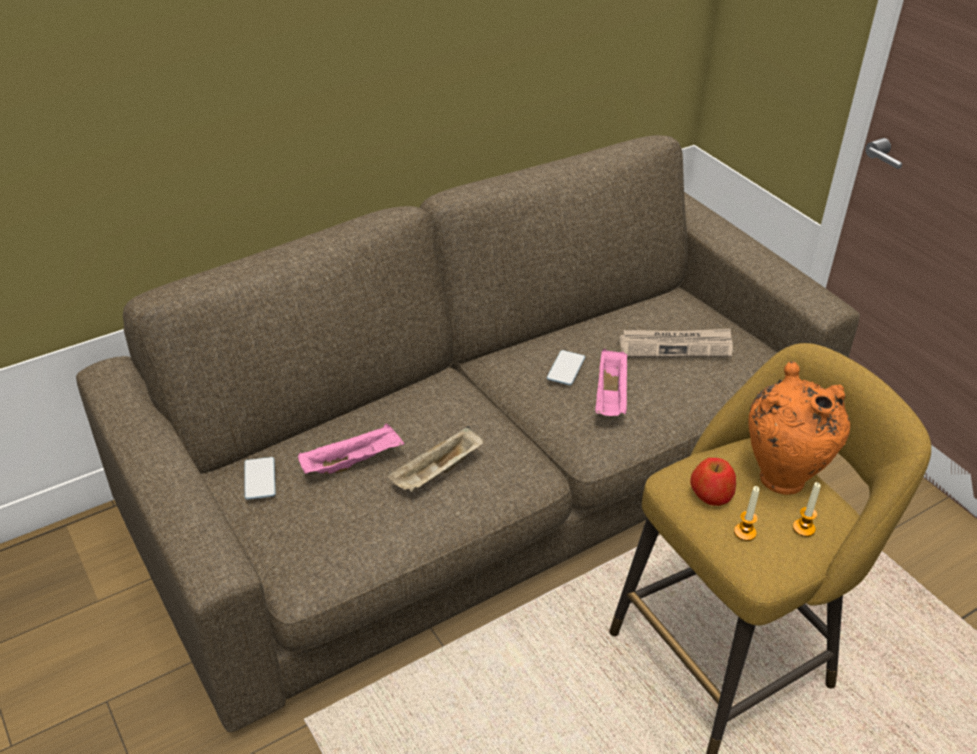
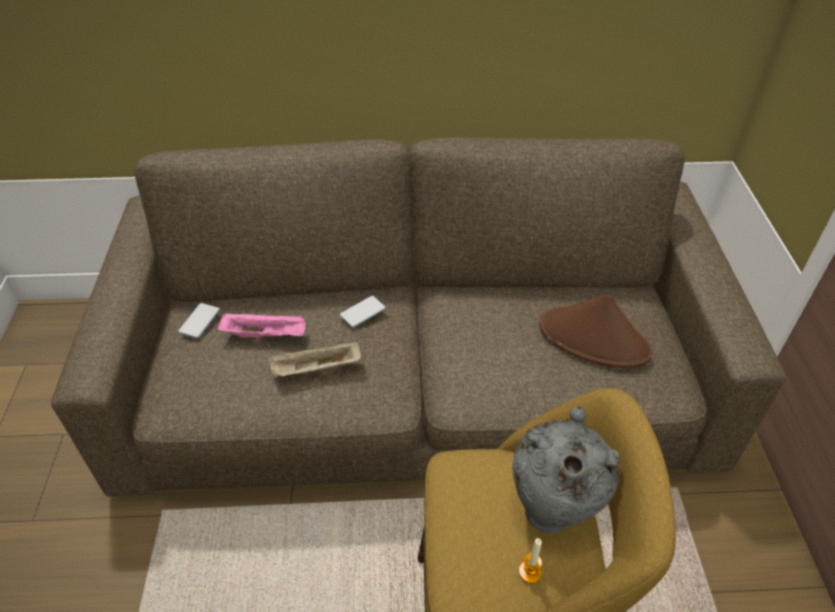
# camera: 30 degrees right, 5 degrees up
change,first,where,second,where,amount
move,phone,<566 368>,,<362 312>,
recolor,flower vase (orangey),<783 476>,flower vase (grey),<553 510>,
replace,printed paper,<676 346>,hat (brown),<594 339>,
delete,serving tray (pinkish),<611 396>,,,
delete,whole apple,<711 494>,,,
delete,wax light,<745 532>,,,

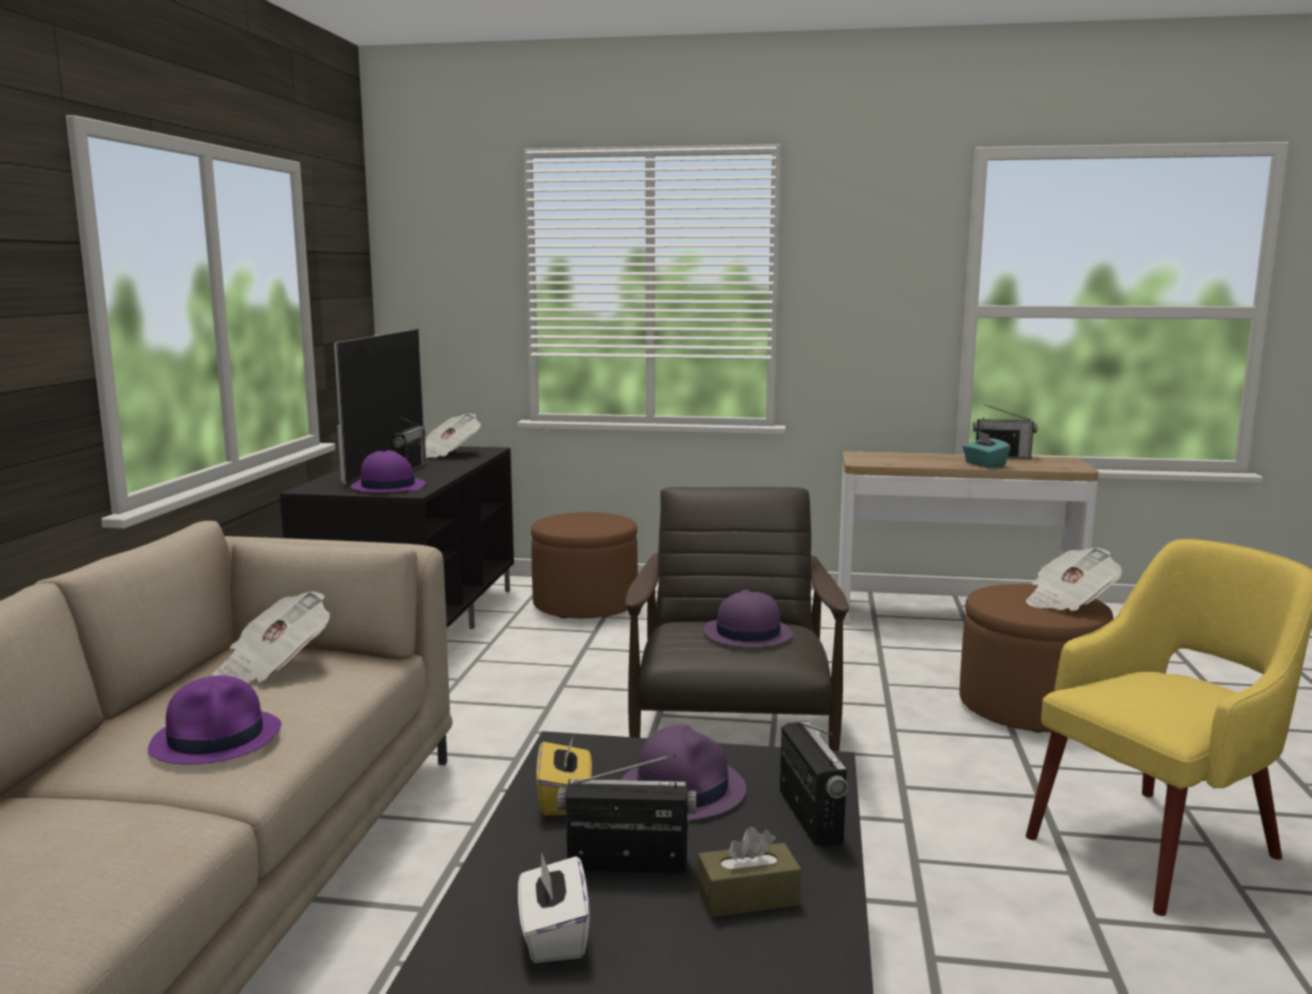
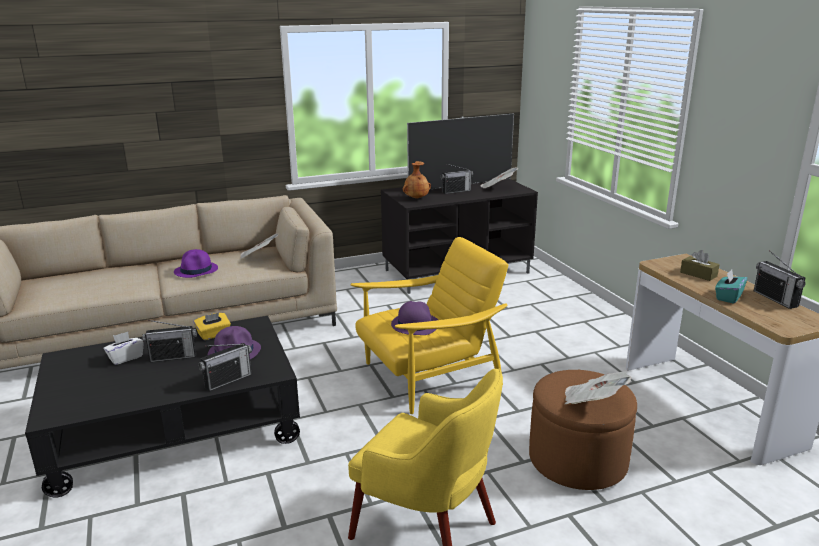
# camera: 60 degrees right, 10 degrees up
change,first,where,second,where,amount
rotate,radio,<627 865>,,<173 357>,105 degrees clockwise
recolor,easy chair (brown),<732 733>,easy chair (yellow-coloured),<429 376>,
replace,hat (purple-coloured),<387 487>,flower vase (brown),<416 198>,
move,box of tissues (brown),<748 897>,,<698 274>,
delete,pouffe (brown),<585 605>,,,

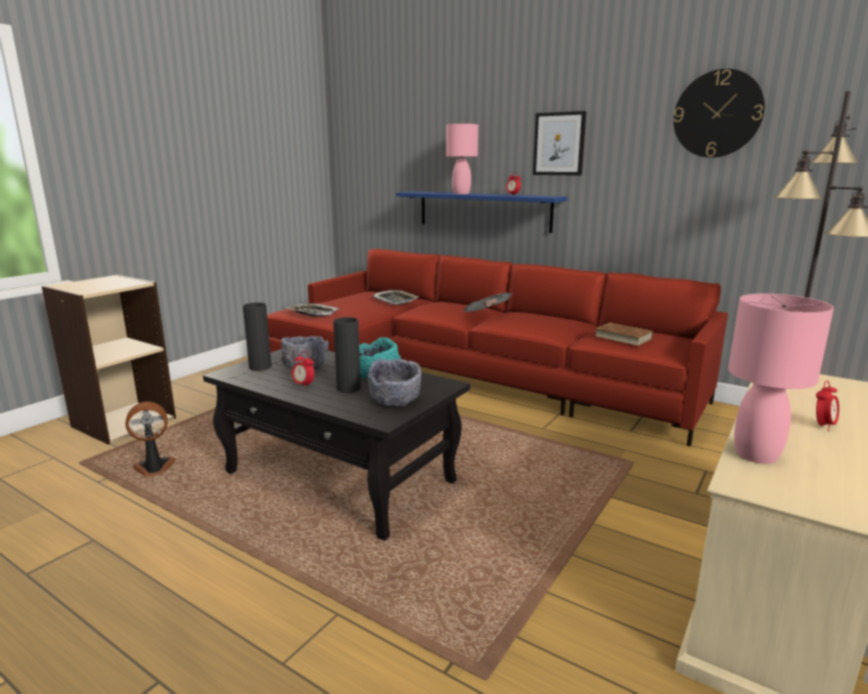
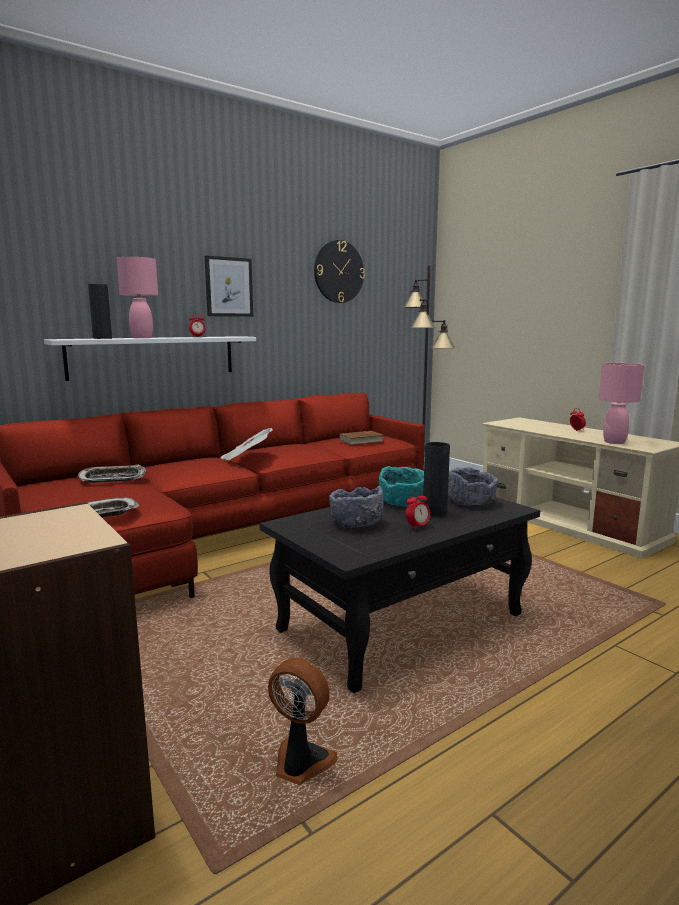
# camera: 70 degrees left, 5 degrees down
change,first,where,second,where,amount
recolor,shelf (bluish),<483 211>,shelf (white-coloured),<153 357>,
move,flower vase (blackish),<260 367>,,<102 338>,
rotate,electric fan,<154 468>,,<301 763>,120 degrees clockwise

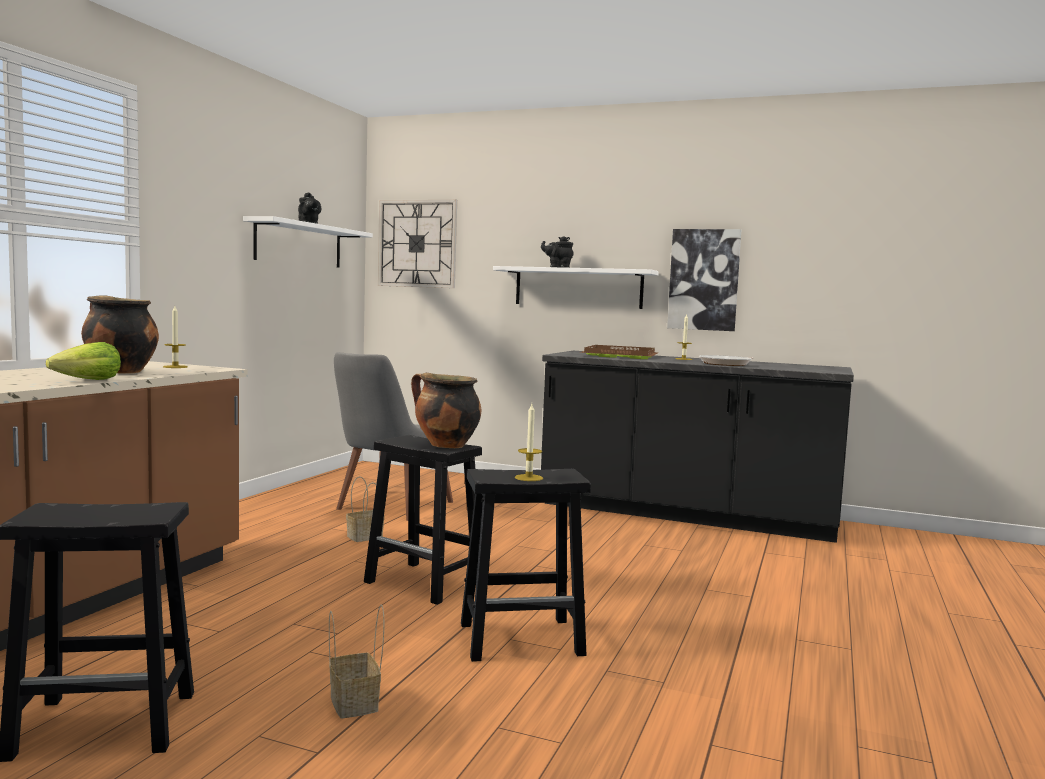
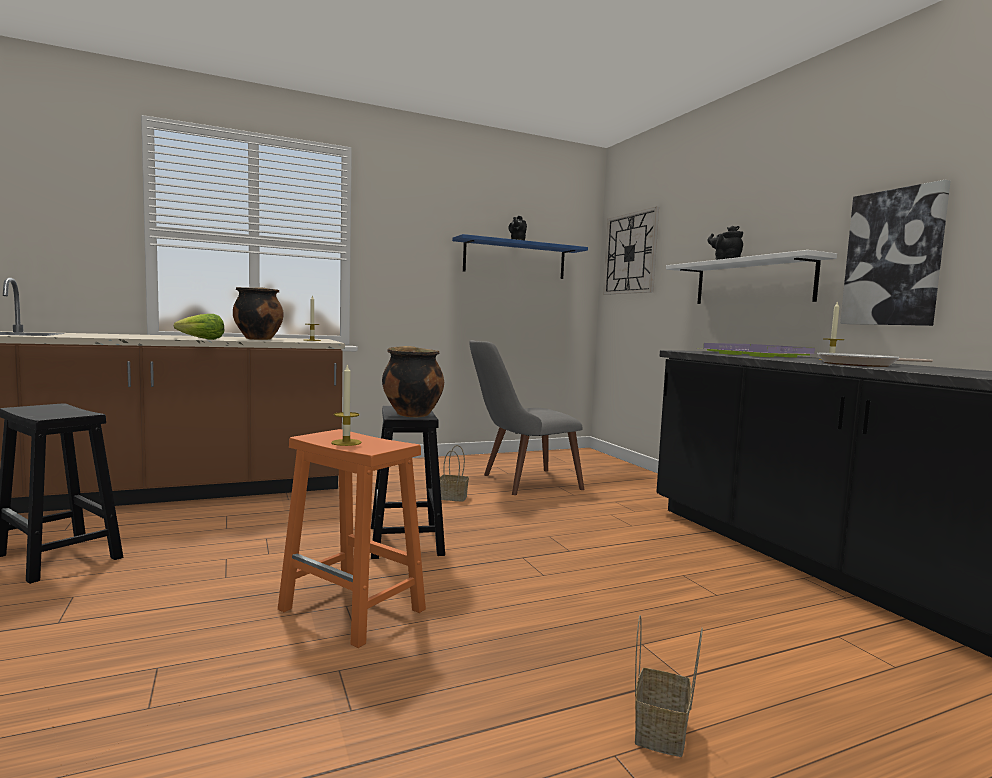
# camera: 45 degrees right, 0 degrees up
change,first,where,second,where,amount
recolor,sitting stool (blackish),<523 639>,sitting stool (orangey),<354 610>,
recolor,shelf (white-coloured),<299 244>,shelf (bluish),<515 259>,
move,storage basket,<355 704>,,<661 733>,
recolor,serving tray (brown),<618 355>,serving tray (purple-coloured),<756 354>,

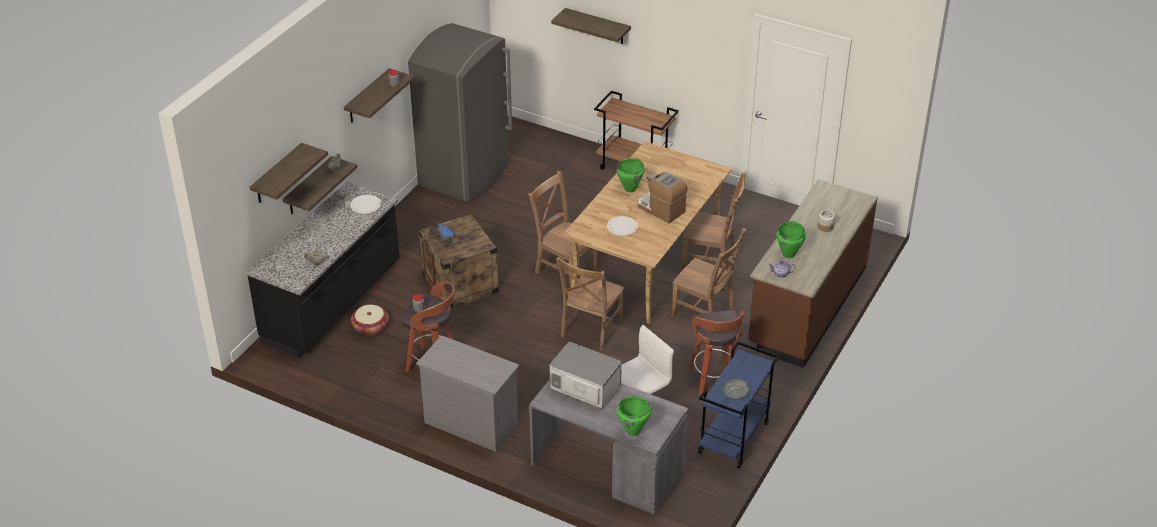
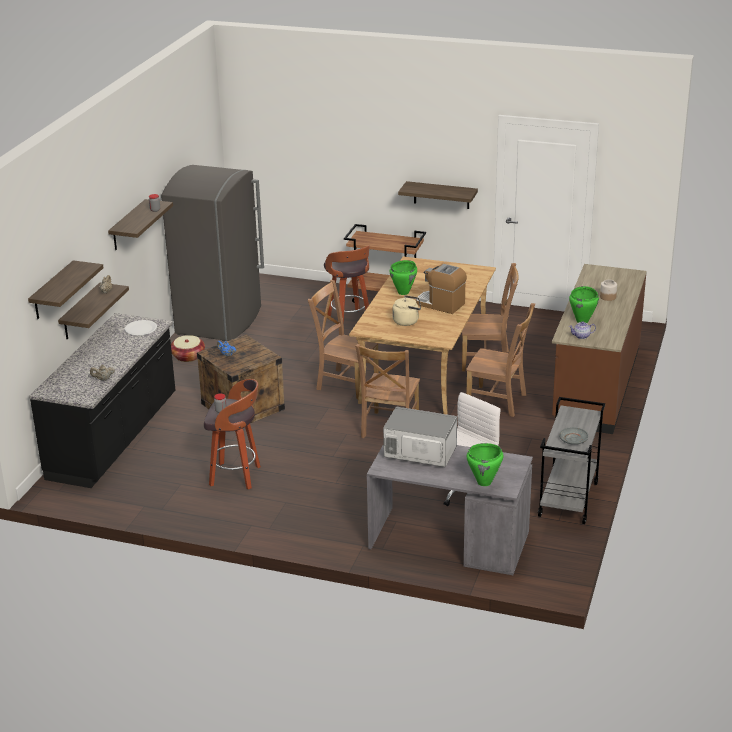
# camera: 10 degrees left, 10 degrees down
change,first,where,second,where,amount
move,storage basket,<370 327>,,<188 356>,
move,sitting stool,<714 380>,,<350 321>,
replace,dinner plate (white-coloured),<622 227>,kettle (beige),<407 321>,
move,shelf,<597 26>,,<441 195>,
recolor,cart (bluish),<734 439>,cart (grey),<568 500>,
delete,drawer chest (grey),<470 423>,,,

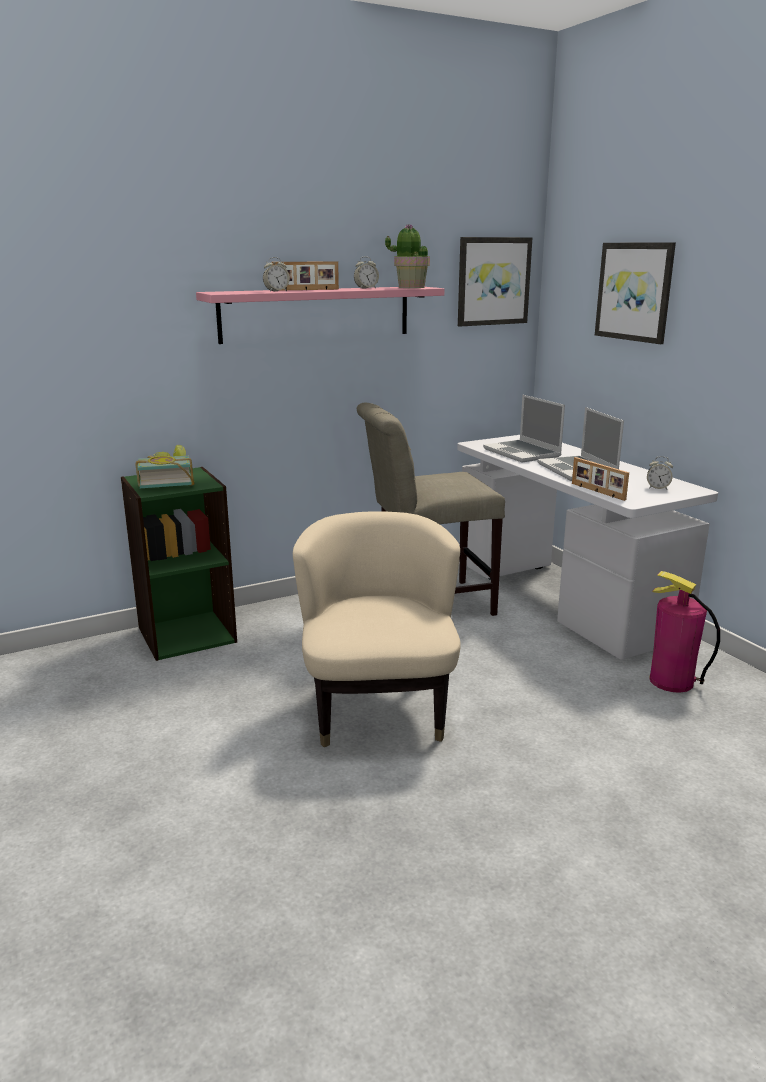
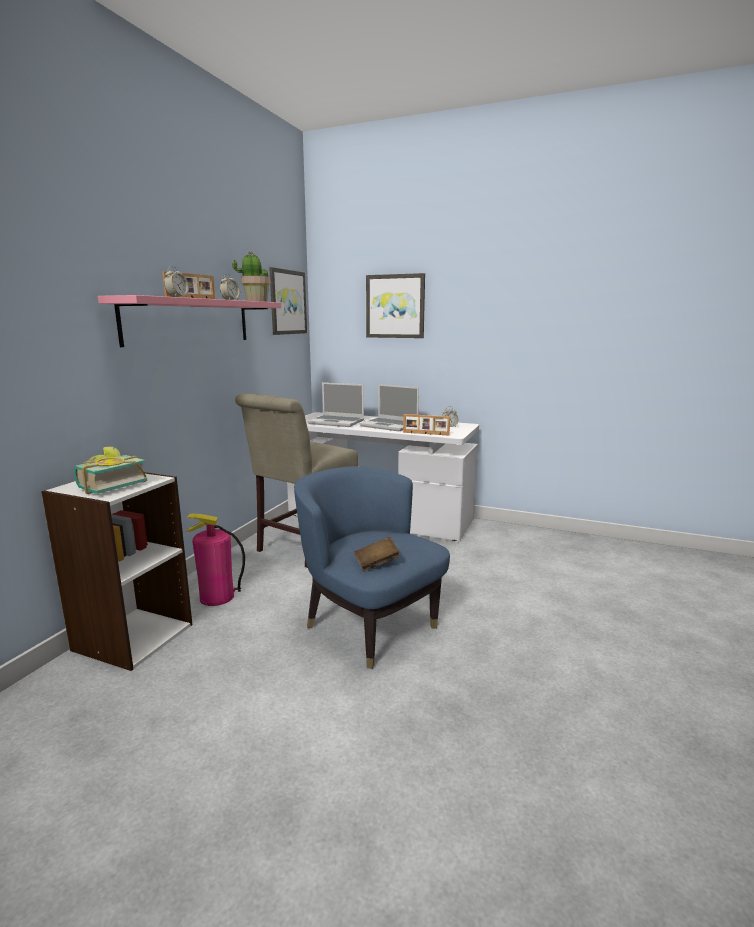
# camera: 40 degrees left, 5 degrees down
change,first,where,second,where,amount
recolor,bookshelf (greenish),<187 634>,bookshelf (white-coloured),<132 637>,
move,fire extinguisher,<671 681>,,<217 597>,
recolor,easy chair (beige),<378 708>,easy chair (bluish),<368 625>,
insert,,,volume (brown),<376 563>,

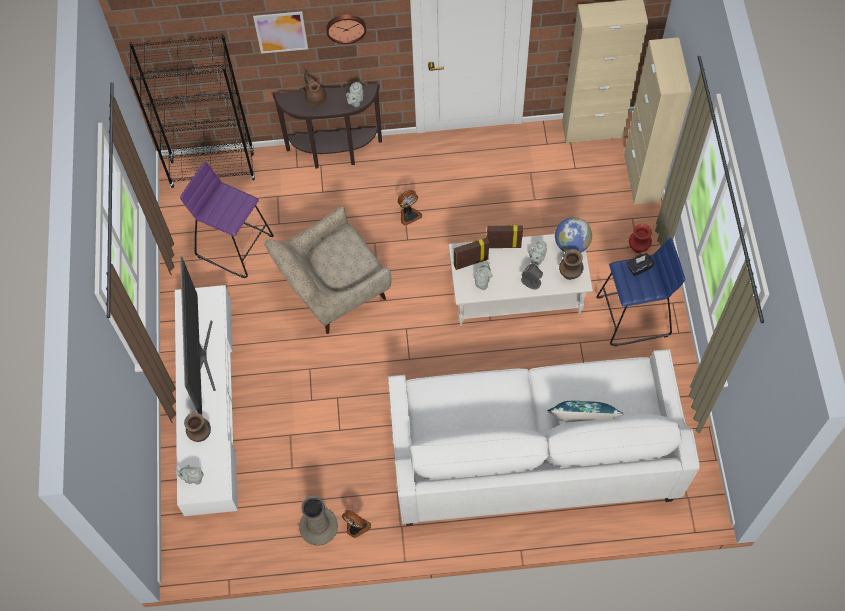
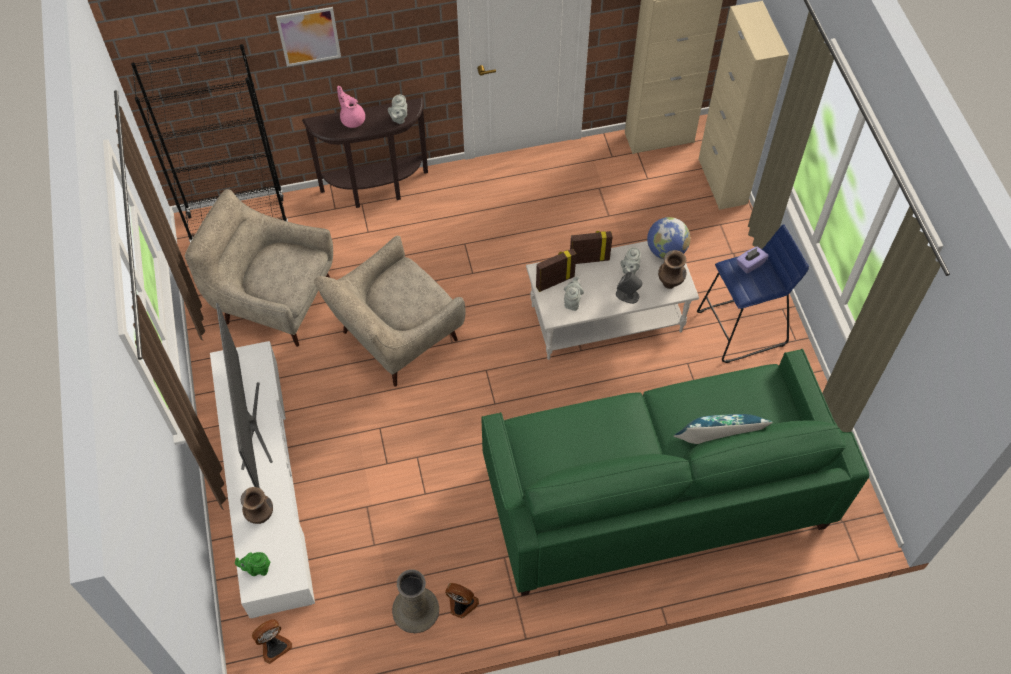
# camera: 10 degrees left, 5 degrees down
change,first,where,second,where,amount
replace,sitting stool (purple-coloured),<235 245>,easy chair (beige),<273 300>,
recolor,teapot (grey),<193 478>,teapot (greenish),<257 568>,
move,electric fan,<409 214>,,<274 645>,
recolor,teapot (brown),<315 98>,teapot (pinkish),<352 119>,
recolor,couch (white-coloured),<532 454>,couch (greenish),<656 494>,
recolor,box of tissues (blackish),<639 267>,box of tissues (purple-coloured),<750 264>,
delete,hanging clock,<346 27>,,,
delete,flower vase (red),<638 248>,,,

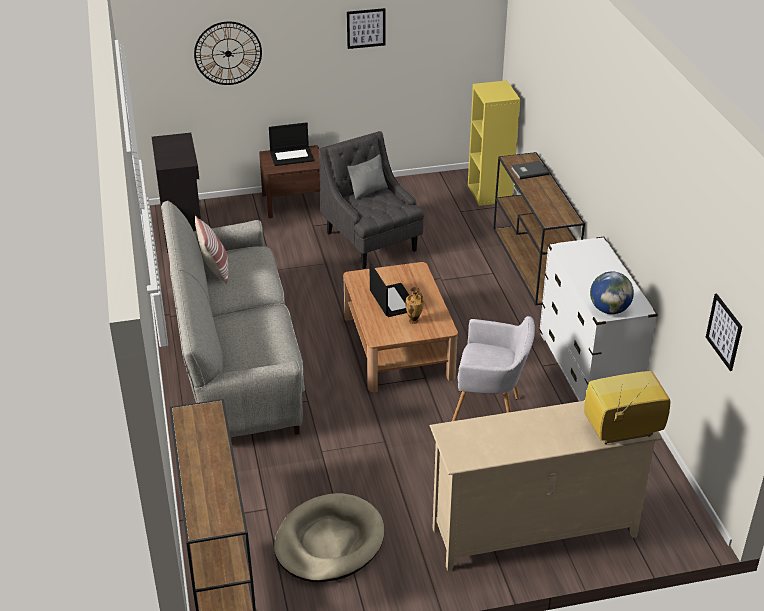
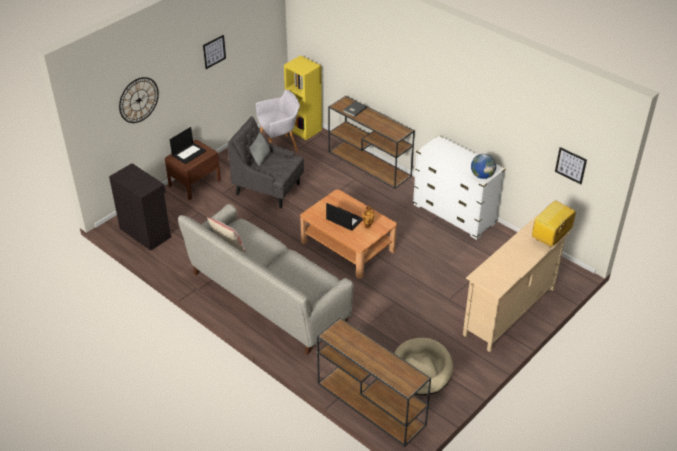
# camera: 35 degrees left, 5 degrees up
change,first,where,second,where,amount
move,easy chair (grey),<490 411>,,<279 146>,

